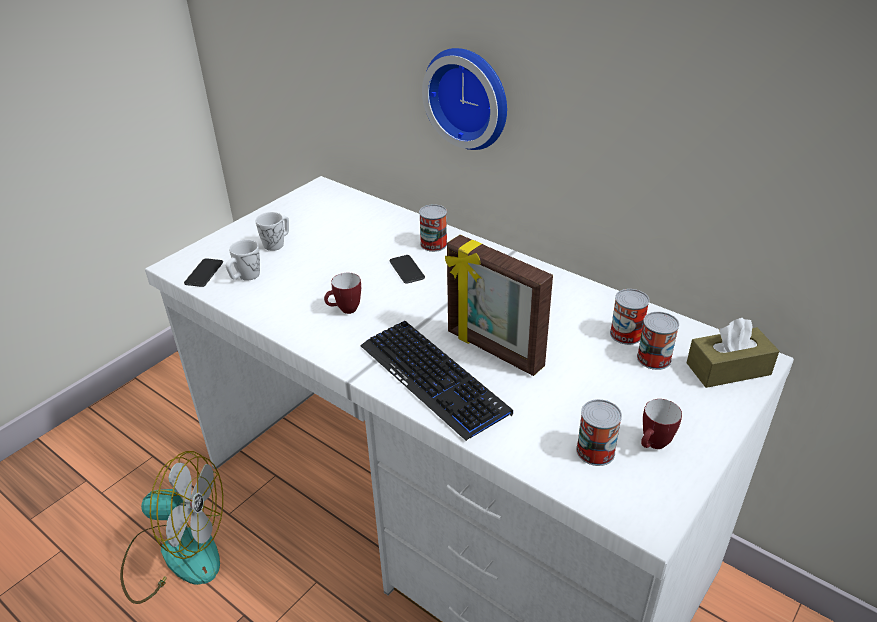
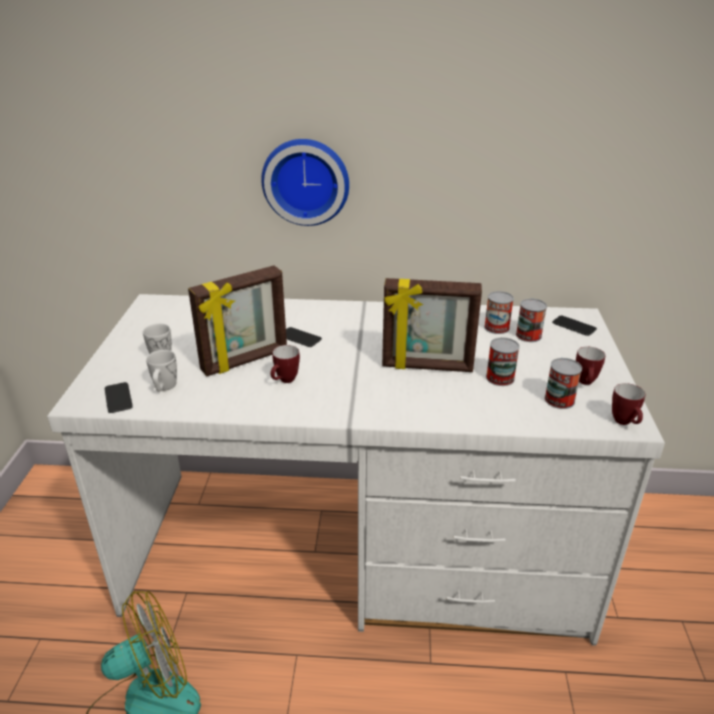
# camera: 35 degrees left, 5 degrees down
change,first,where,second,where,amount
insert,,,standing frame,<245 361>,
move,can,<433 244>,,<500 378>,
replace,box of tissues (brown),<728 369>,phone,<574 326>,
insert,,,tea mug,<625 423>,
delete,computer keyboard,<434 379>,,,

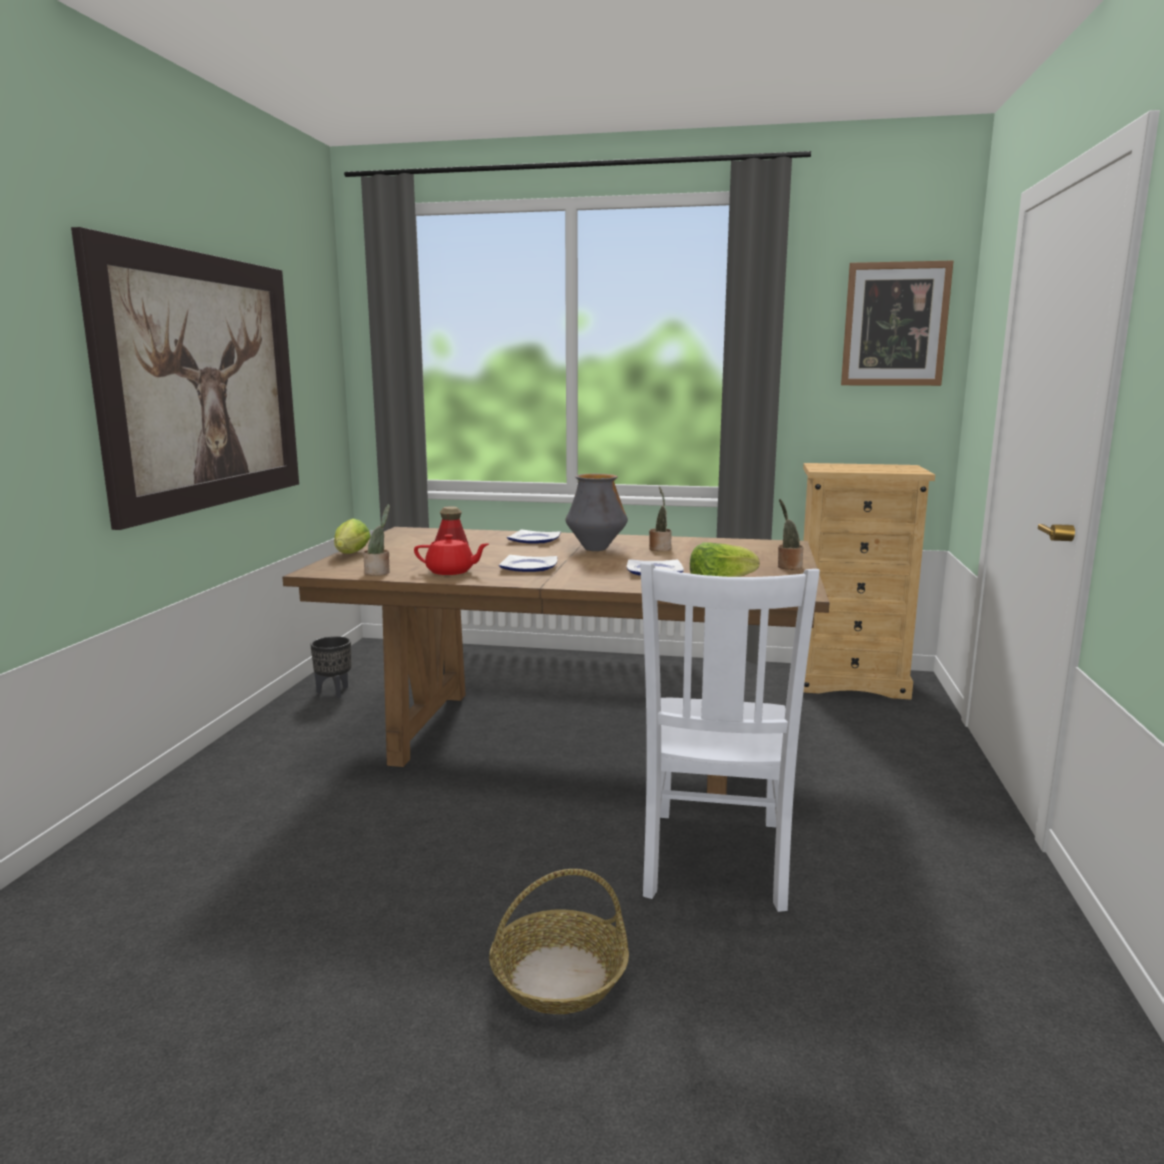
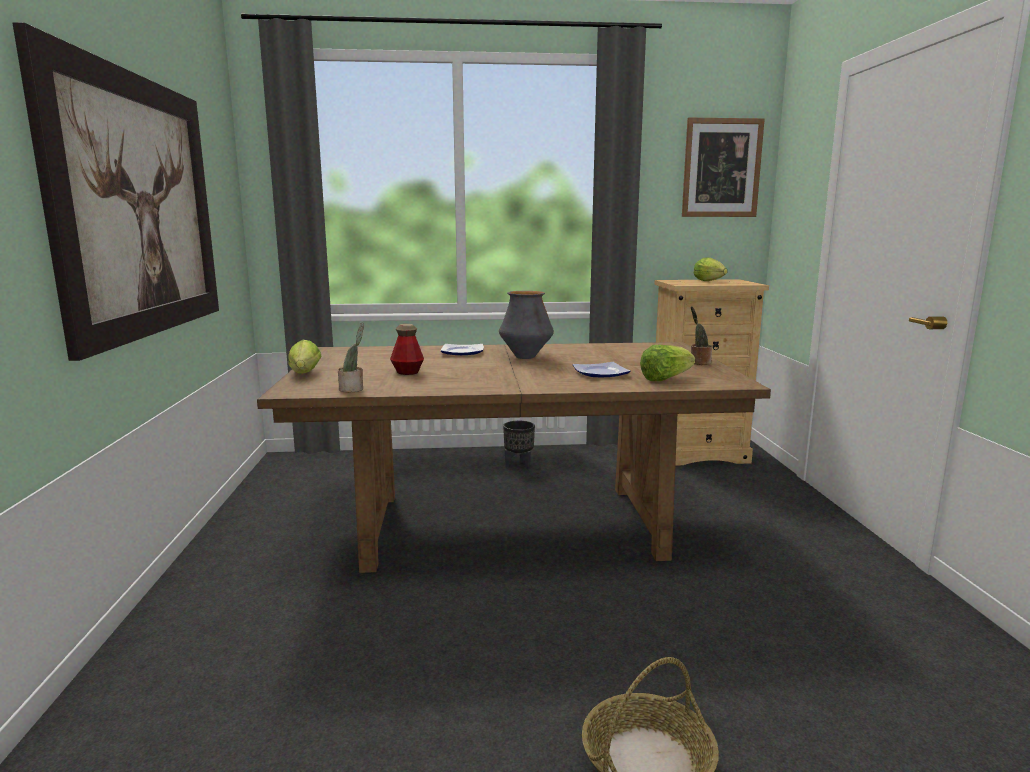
# camera: 15 degrees left, 0 degrees up
change,first,where,second,where,amount
move,planter (blackish),<333 692>,,<518 466>,
insert,,,lettuce,<710 281>,
delete,teapot (red),<451 572>,,,
delete,dinner plate,<528 567>,,,
delete,upright chair (white-coloured),<714 861>,,,
delete,potted plant,<660 548>,,,

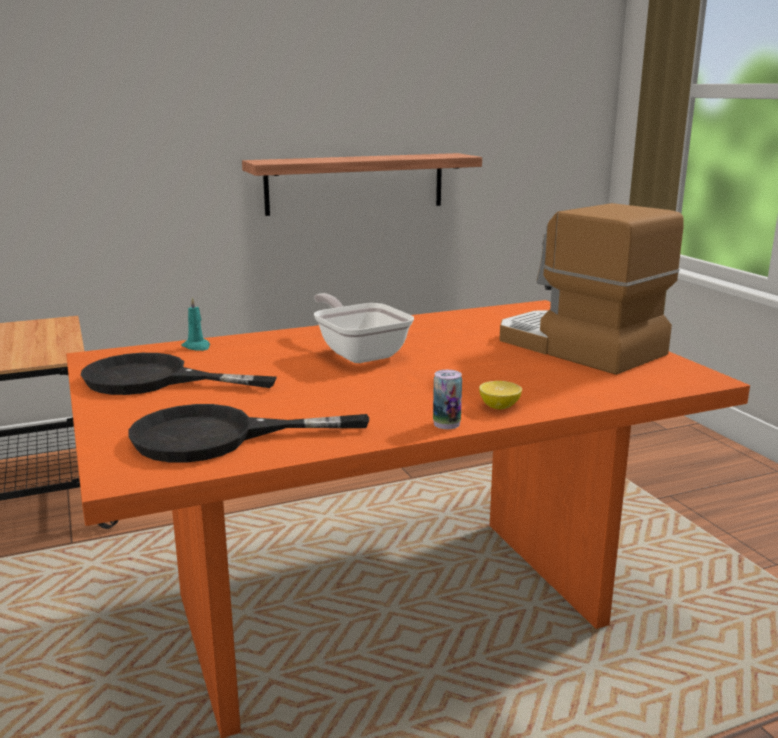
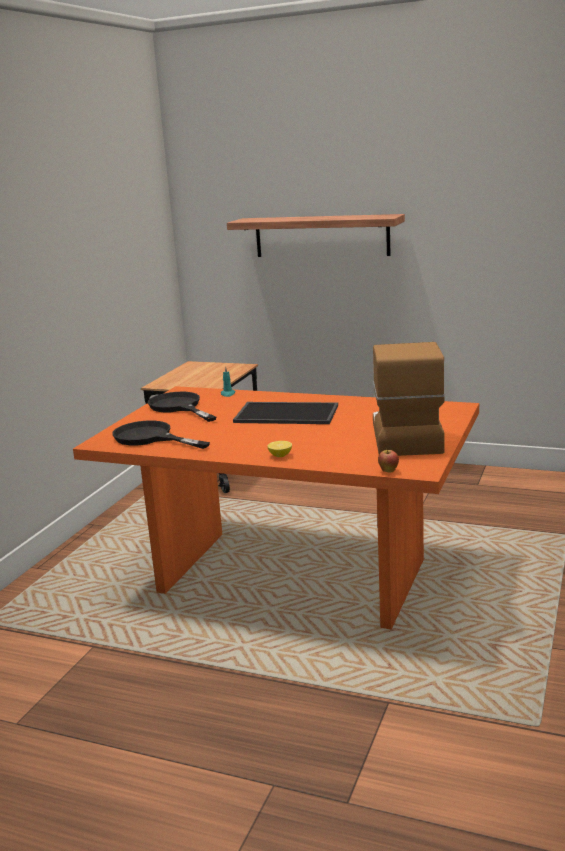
# camera: 45 degrees right, 0 degrees up
change,first,where,second,where,amount
move,shelf,<355 183>,,<321 236>,
replace,frying pan,<359 352>,serving tray,<288 413>,
insert,,,whole apple,<388 471>,
delete,can,<446 424>,,,

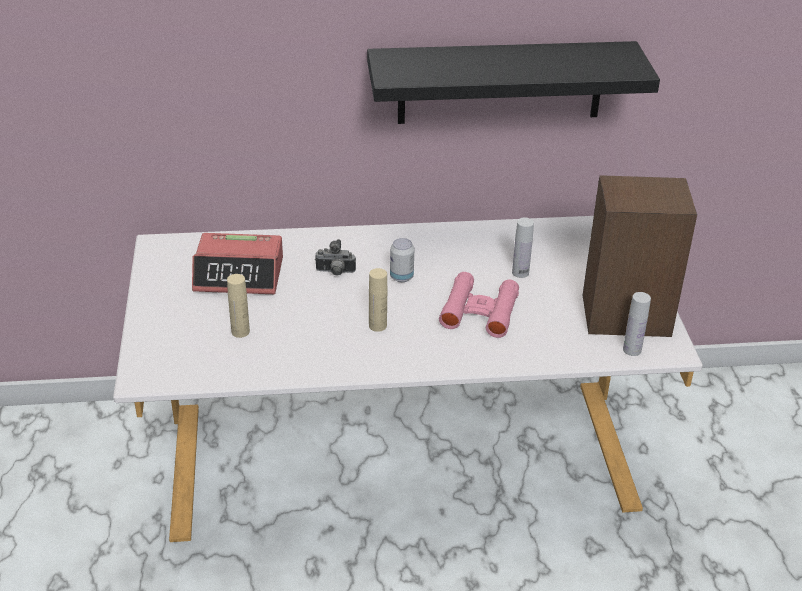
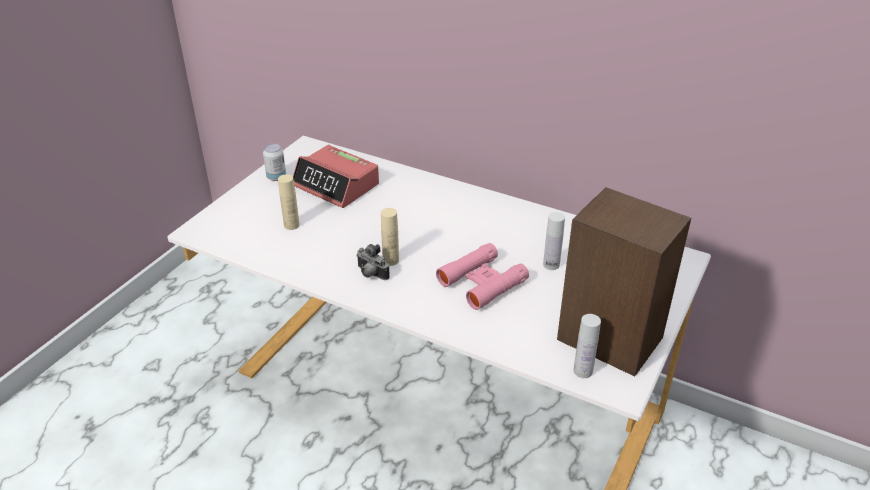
# camera: 35 degrees right, 0 degrees up
change,first,where,second,where,amount
move,can,<401 277>,,<276 177>,
move,still camera,<335 272>,,<370 274>,
delete,shelf (blackish),<500 82>,,,

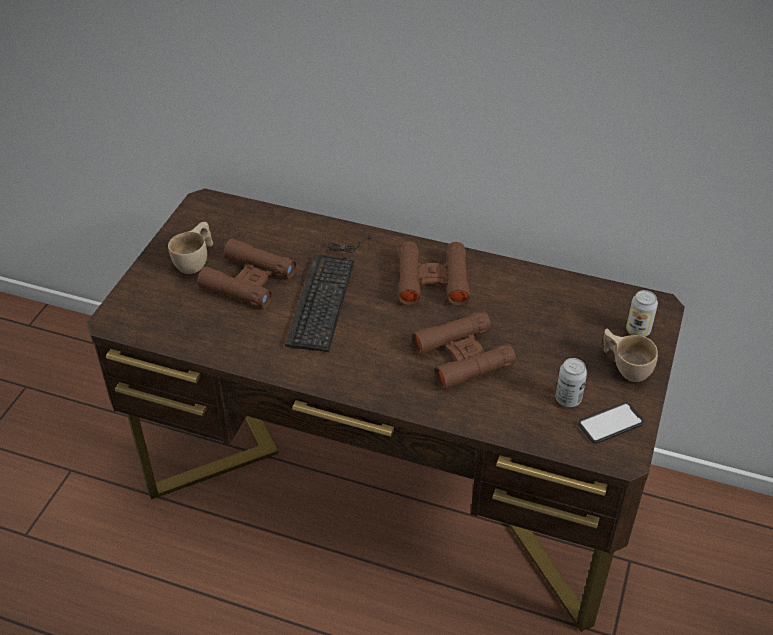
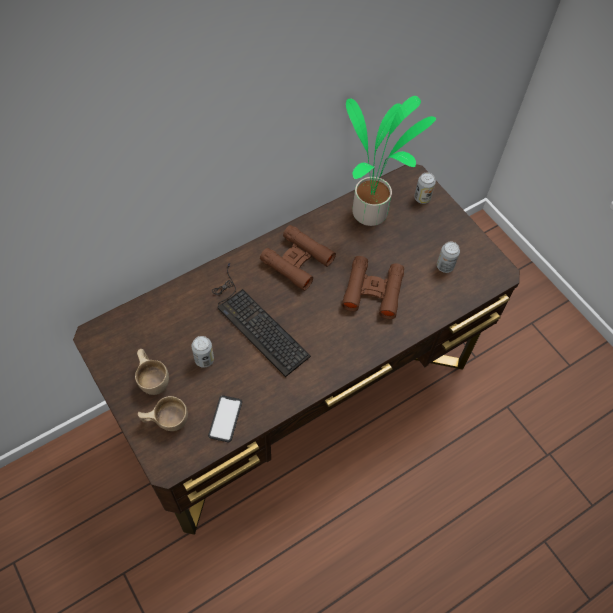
# camera: 55 degrees left, 15 degrees up
change,first,where,second,where,amount
move,drinking cup (beige),<625 366>,,<165 420>,
replace,field glasses (brown),<248 281>,can,<204 359>,
move,phone,<610 423>,,<225 419>,
insert,,,potted plant,<372 213>,

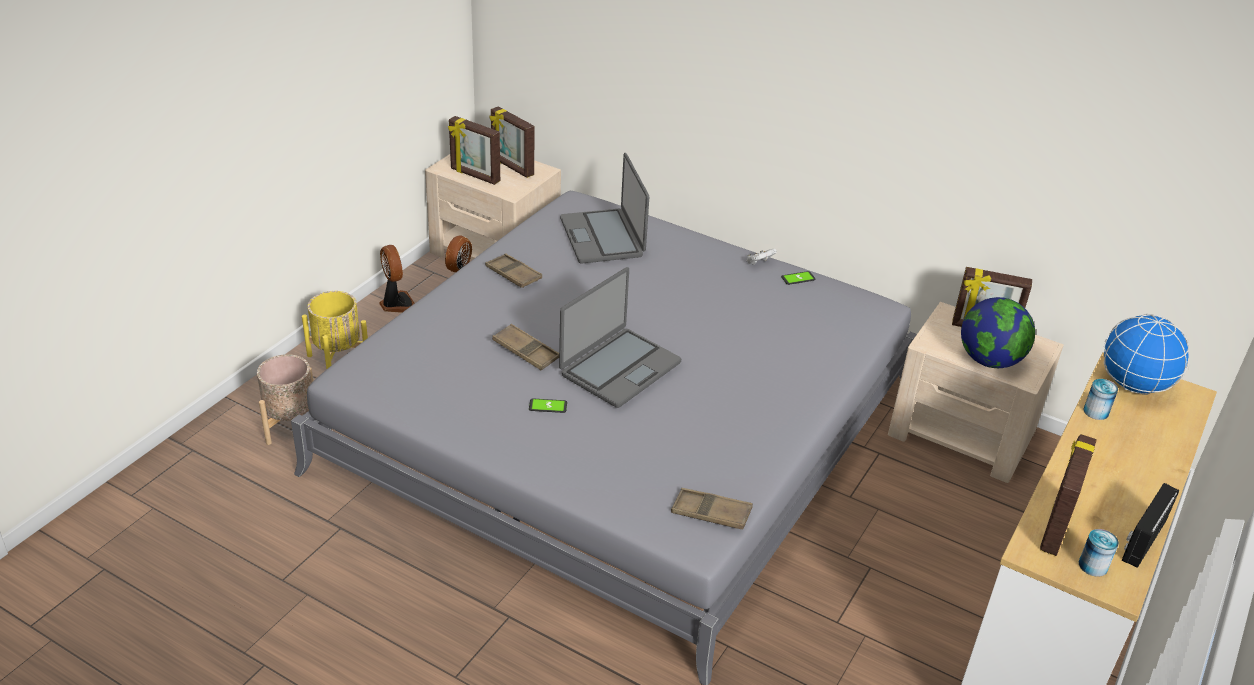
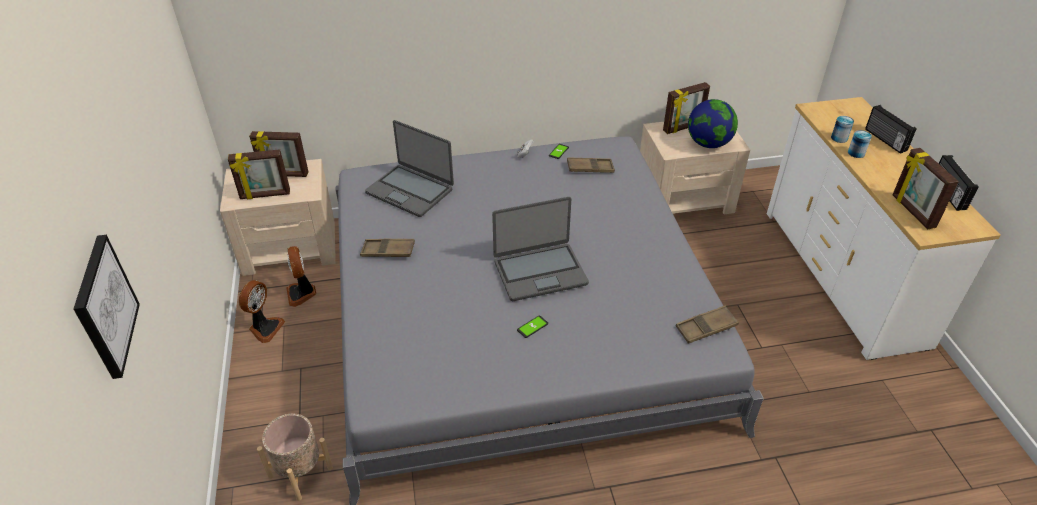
# camera: 40 degrees left, 5 degrees up
change,first,where,second,where,amount
insert,,,wall picture,<104 307>,
rotate,electric fan,<397 304>,,<265 328>,90 degrees clockwise
rotate,portable computer,<619 368>,,<540 272>,75 degrees clockwise
move,serving tray (brown),<526 351>,,<590 168>,
move,can,<1093 565>,,<856 153>,
insert,,,radio,<885 140>,
delete,planter (yellow-coloured),<338 358>,,,
delete,globe,<1134 385>,,,

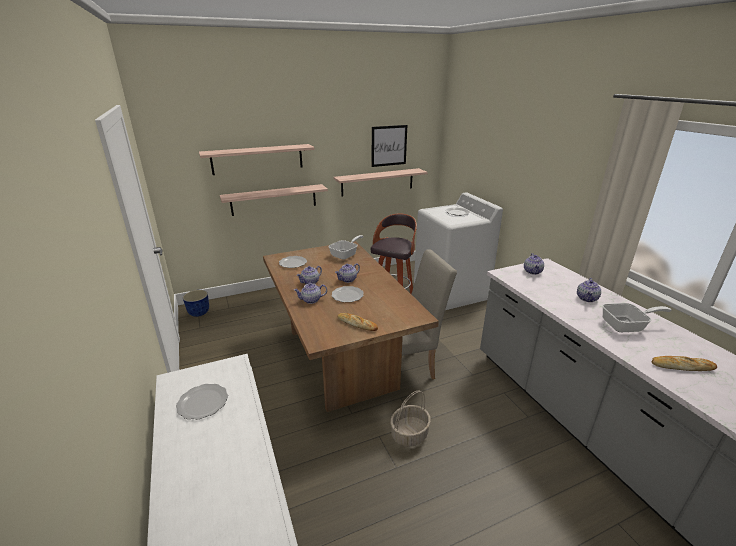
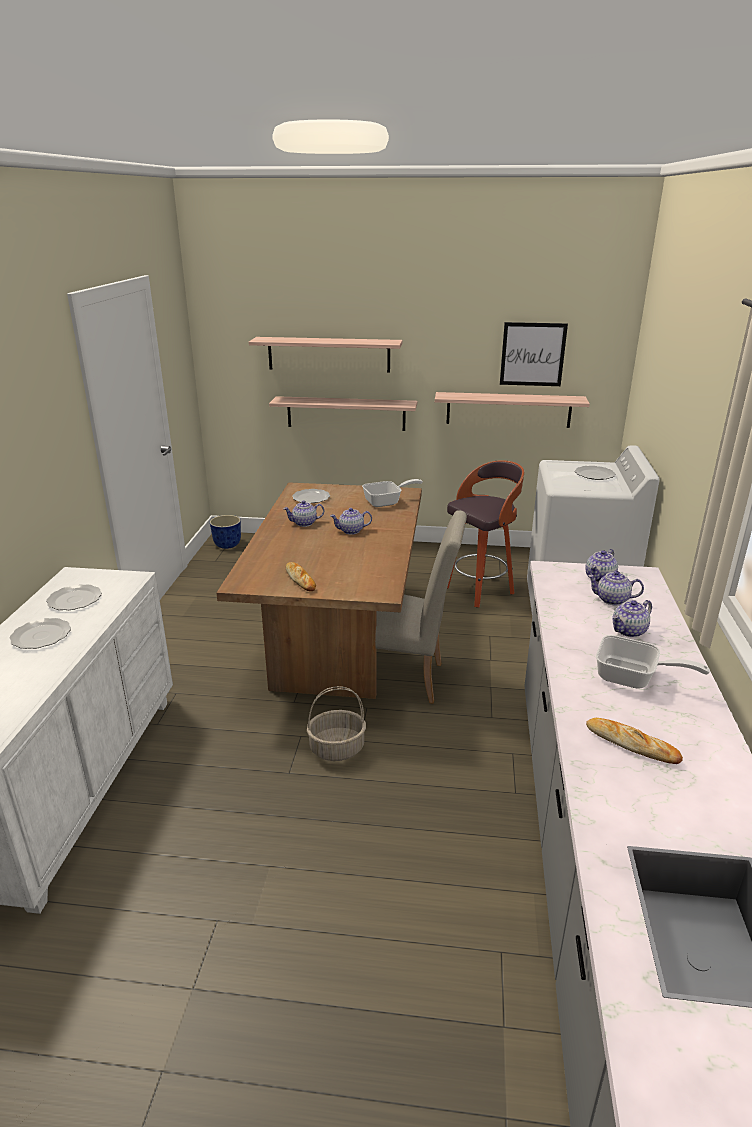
# camera: 30 degrees right, 0 degrees up
change,first,where,second,where,amount
move,dinner plate,<347 295>,,<40 635>,
move,teapot,<311 300>,,<612 600>,

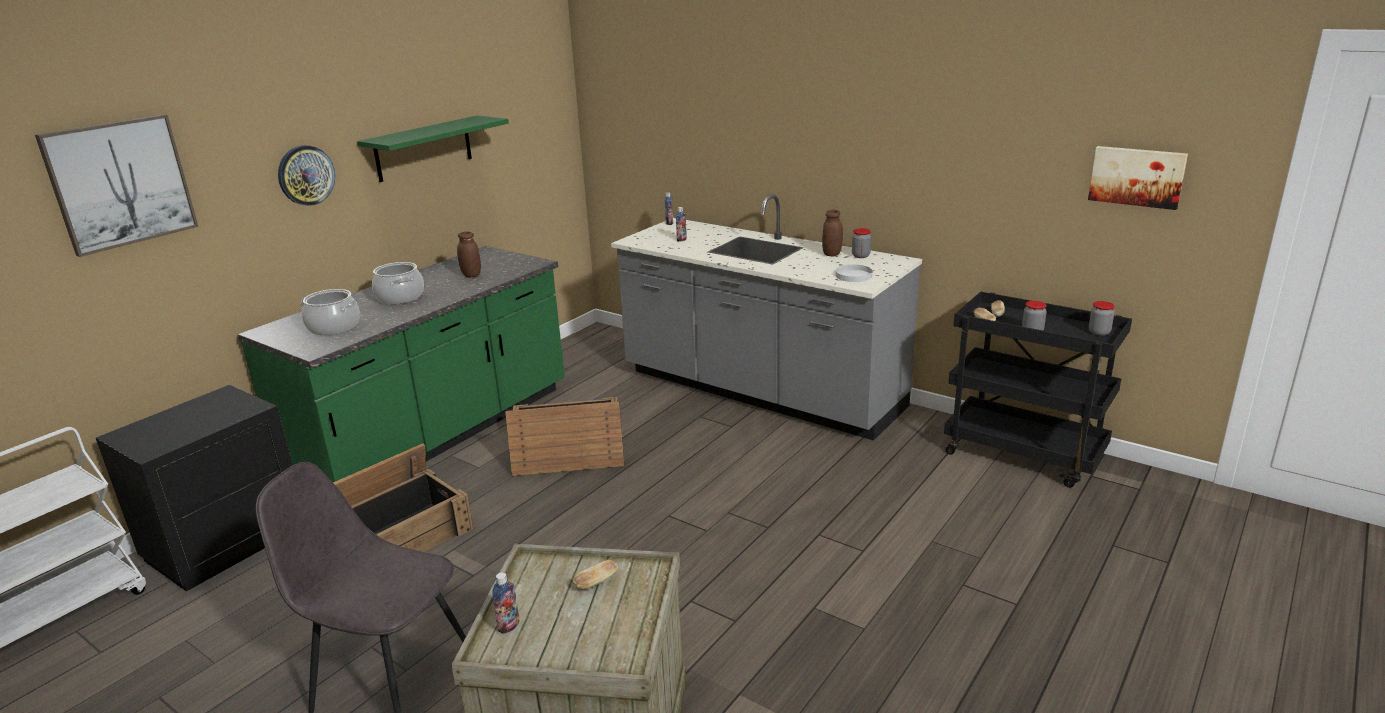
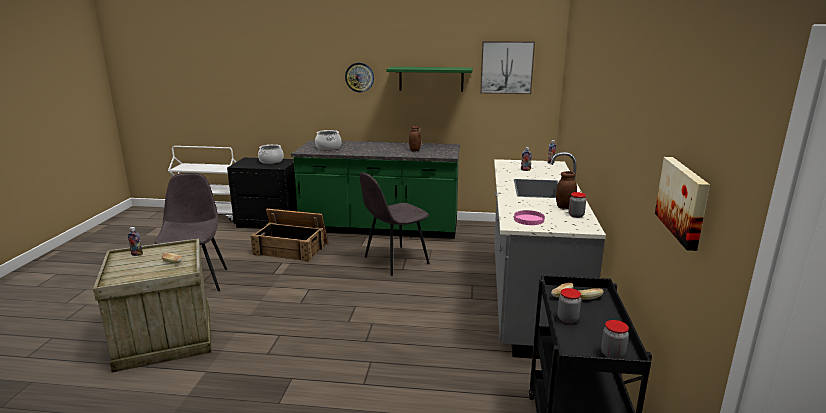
# camera: 60 degrees right, 5 degrees down
change,first,where,second,where,amount
move,stockpot,<400 297>,,<271 161>,
replace,packing crate,<567 451>,upright chair (grey),<394 261>,
move,wall picture,<120 183>,,<506 67>,
recolor,dinner plate (white-coloured),<853 276>,dinner plate (pinkish),<528 219>,

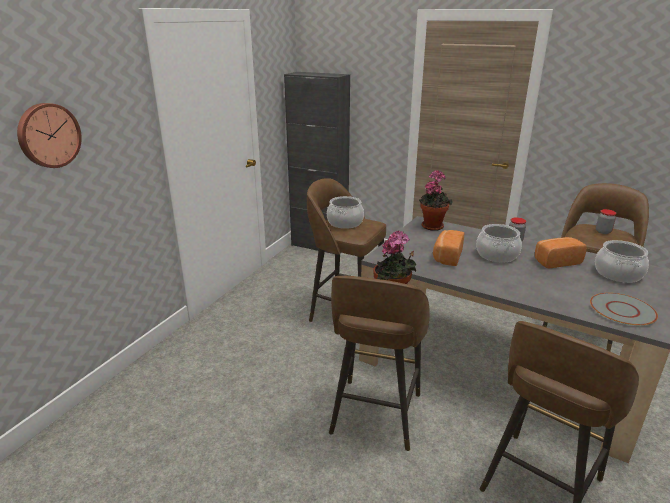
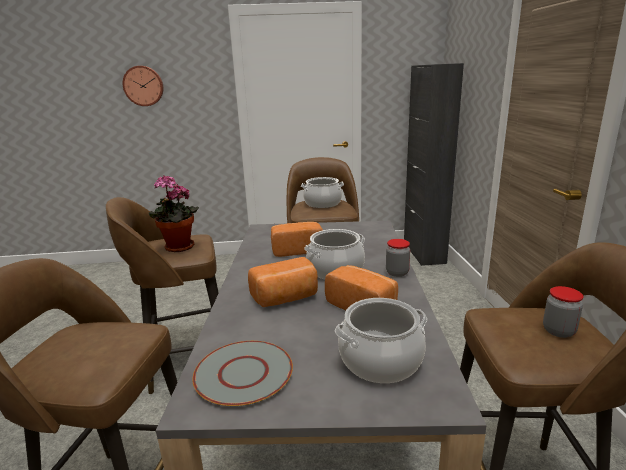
# camera: 60 degrees right, 5 degrees down
change,first,where,second,where,amount
insert,,,bread,<286 298>,
delete,potted plant,<432 225>,,,

